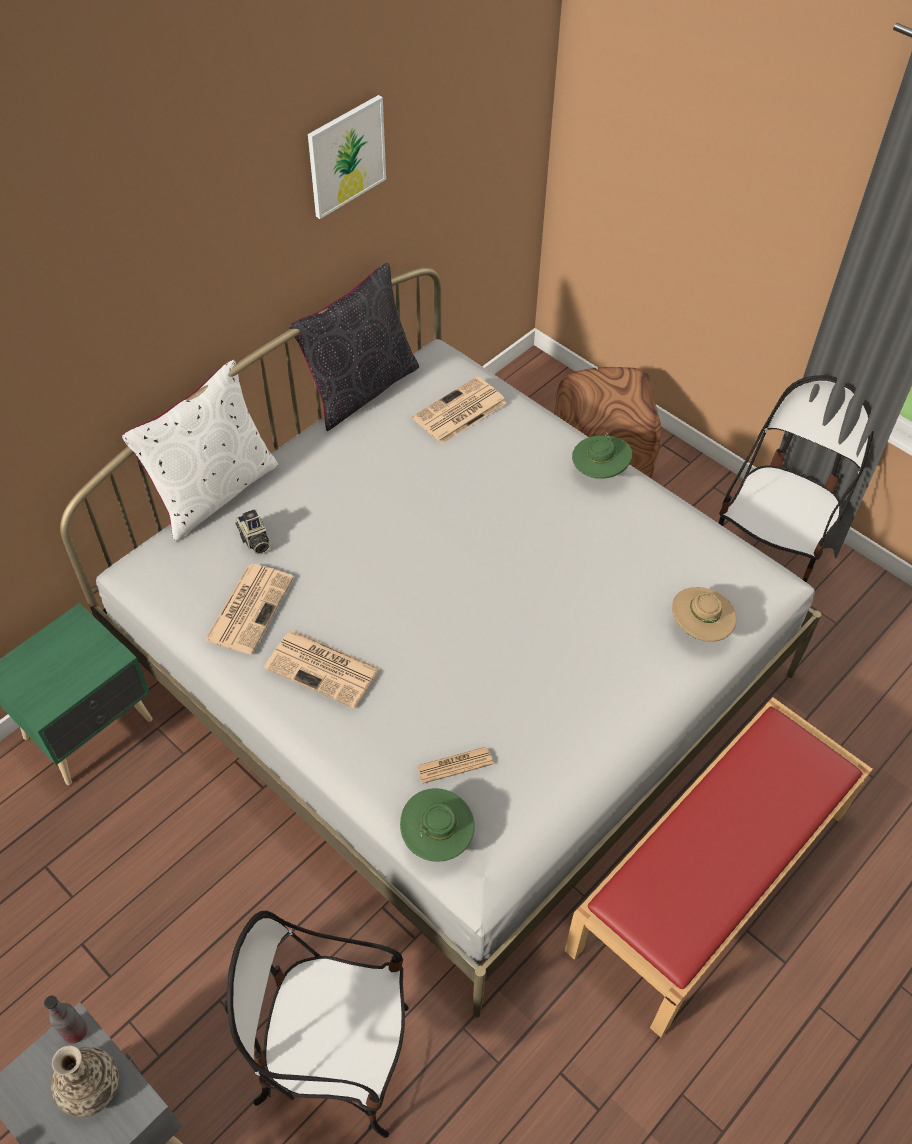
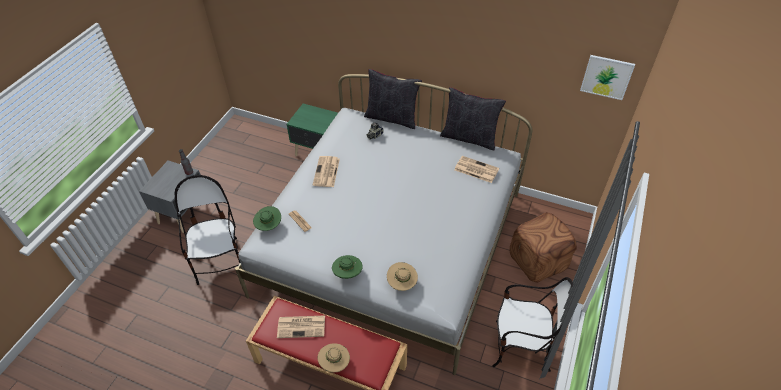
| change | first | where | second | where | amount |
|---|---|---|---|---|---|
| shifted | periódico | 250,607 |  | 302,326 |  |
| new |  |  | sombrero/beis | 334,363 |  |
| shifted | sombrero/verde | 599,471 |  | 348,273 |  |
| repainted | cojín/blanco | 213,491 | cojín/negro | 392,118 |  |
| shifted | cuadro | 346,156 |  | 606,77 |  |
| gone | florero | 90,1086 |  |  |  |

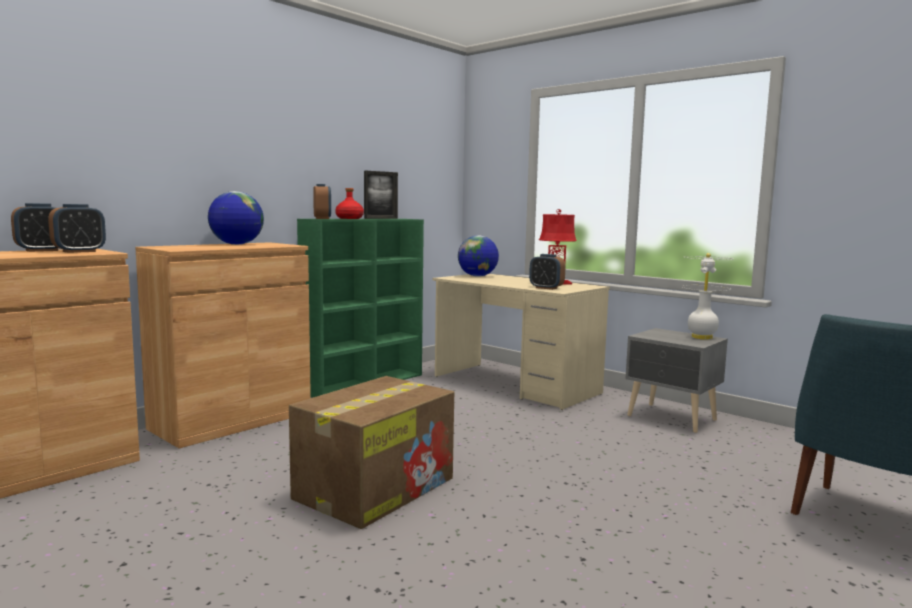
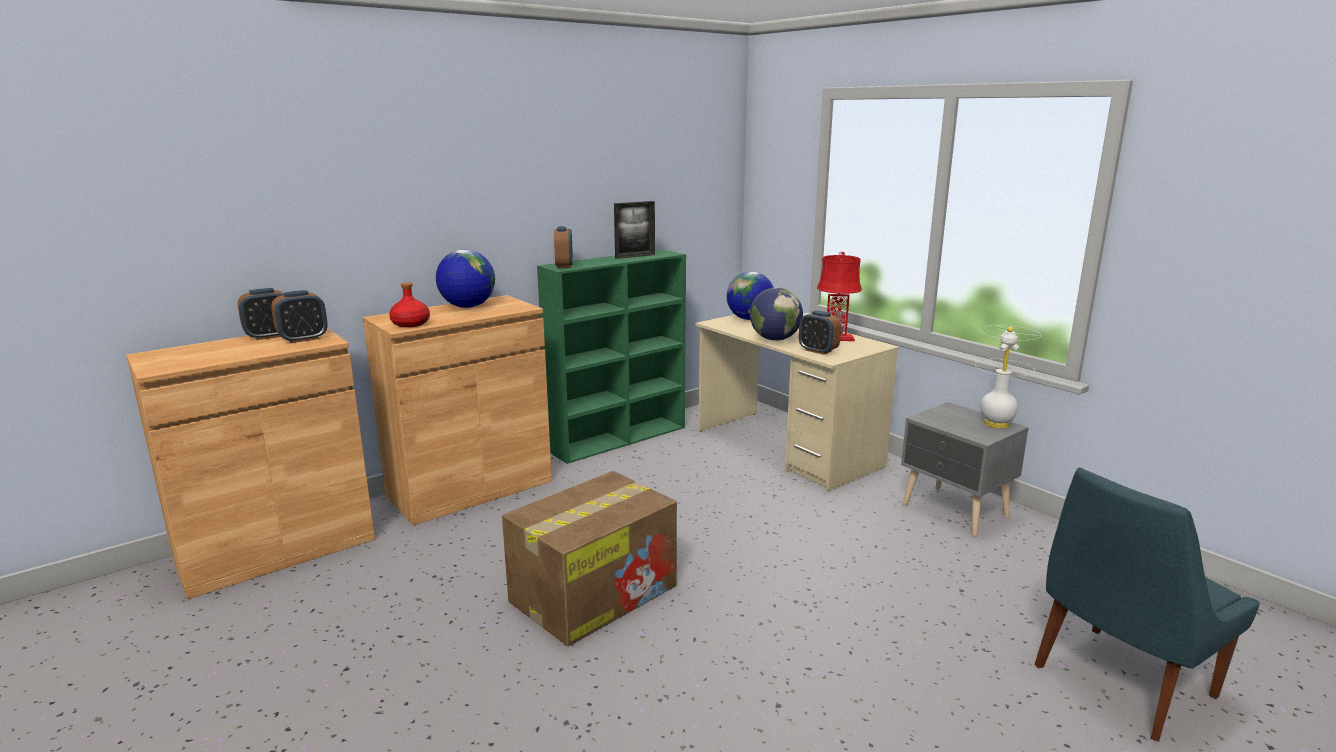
| change | first | where | second | where | amount |
|---|---|---|---|---|---|
| shifted | botella/rojo | 349,218 |  | 410,324 |  |
| new |  |  | globo terráqueo | 775,339 |  |

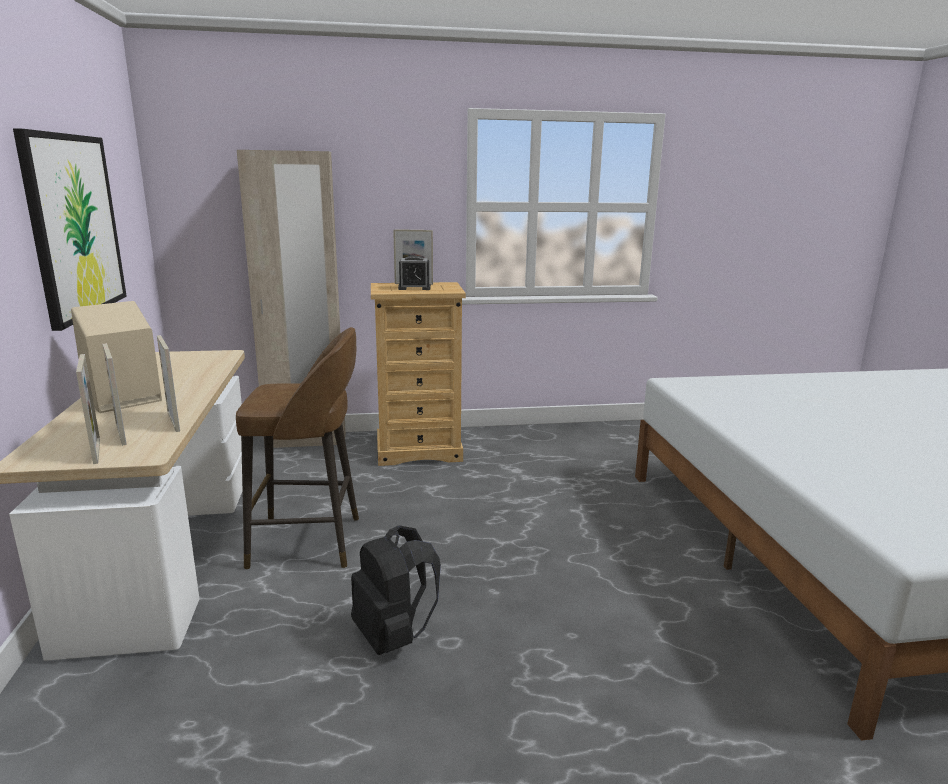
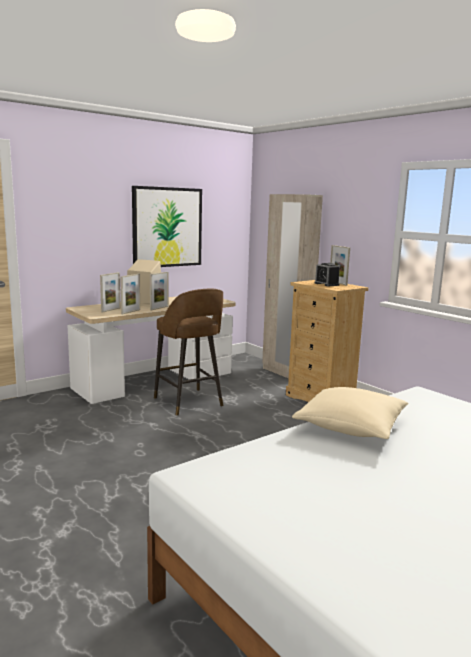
| change | first | where | second | where | amount |
|---|---|---|---|---|---|
| shifted | portarretratos | 96,451 |  | 159,308 |  |
| new |  |  | cojín/beis | 350,427 |  |
| gone | mochila/negro | 393,636 |  |  |  |

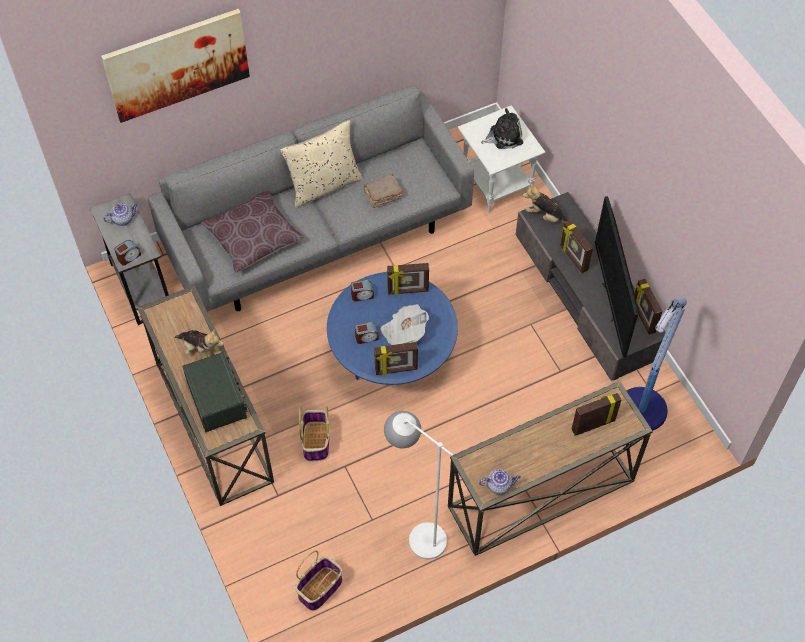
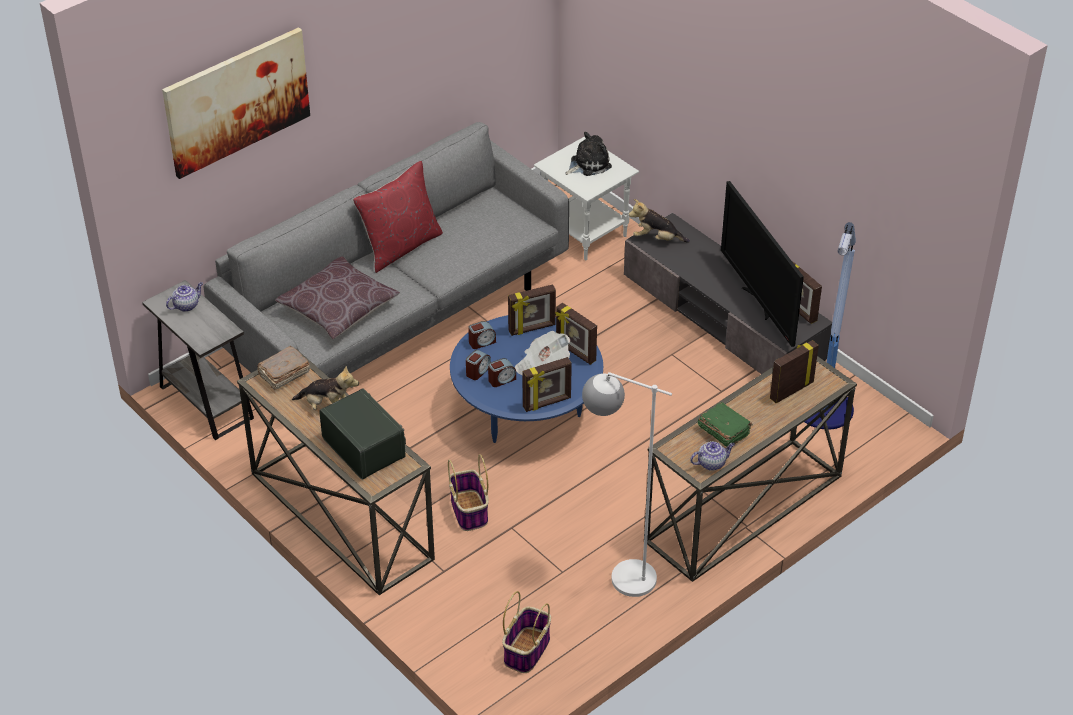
| change | first | where | second | where | amount |
|---|---|---|---|---|---|
| shifted | libro/marrón | 382,195 |  | 283,375 |  |
| repainted | cojín/beis | 324,185 | cojín/rojo | 400,246 |  |
| shifted | despertador | 129,257 |  | 478,371 |  |
| shifted | portarretratos | 573,258 |  | 575,352 |  |
| new |  |  | libro/verde | 723,431 |  |

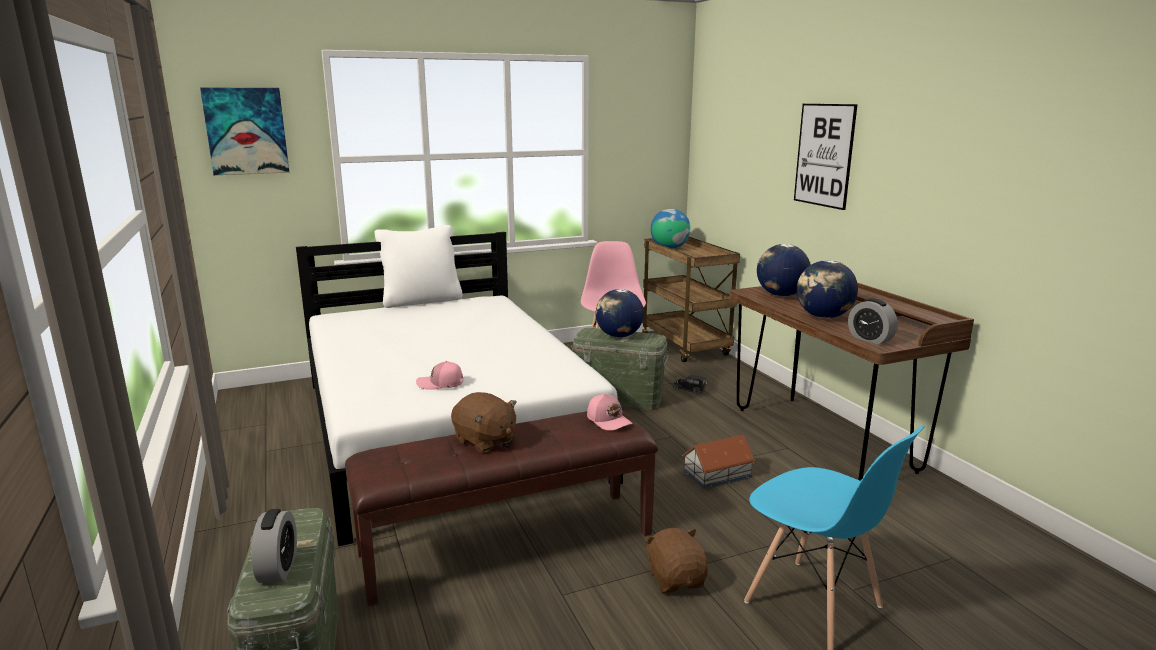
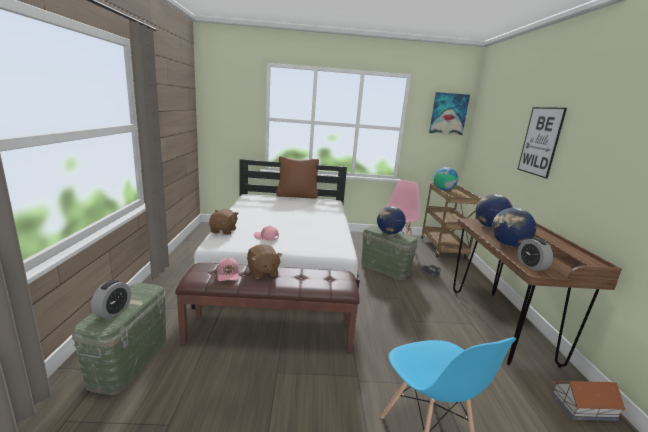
| change | first | where | second | where | amount |
|---|---|---|---|---|---|
| shifted | peluche/marrón | 676,579 |  | 224,231 |  |
| shifted | gorra/rosa | 609,420 |  | 228,275 |  |
| repainted | cojín/blanco | 421,301 | cojín/marrón | 297,196 |  |
| shifted | cuadro | 246,131 |  | 448,114 |  |
| shifted | casita | 718,474 |  | 584,407 |  |

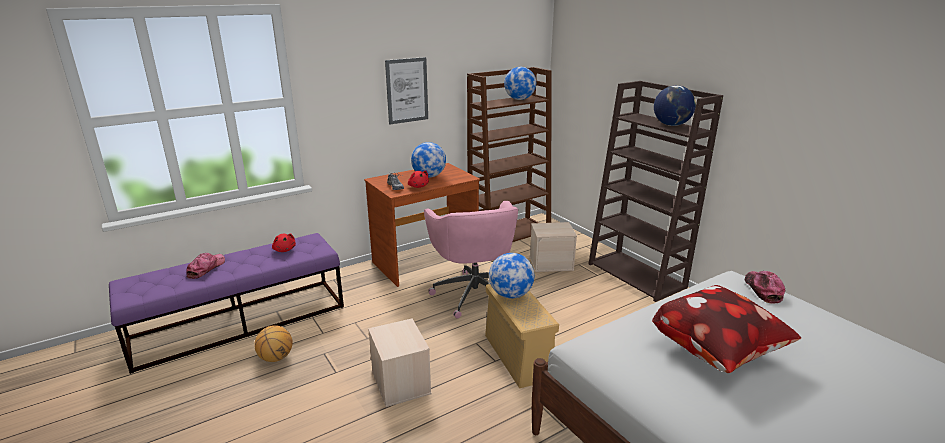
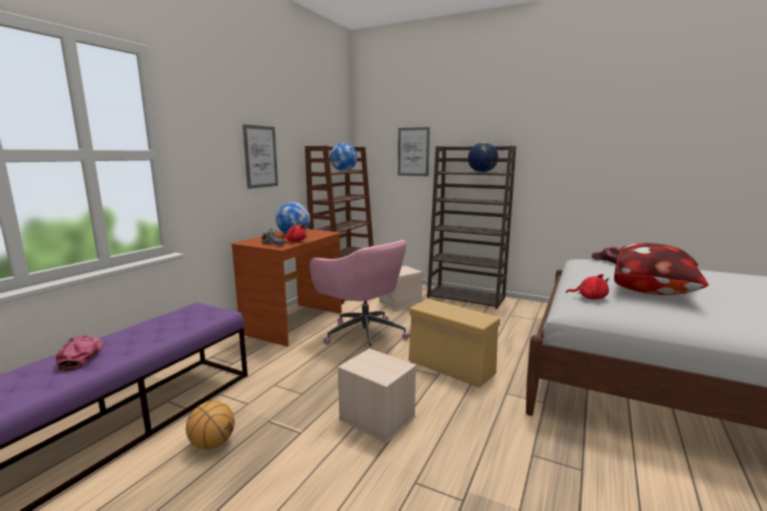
| change | first | where | second | where | amount |
|---|---|---|---|---|---|
| new |  |  | cuadro | 413,152 |  |
| shifted | peluche/rojo | 284,250 |  | 589,298 |  |
| gone | globo terráqueo | 510,295 |  |  |  |

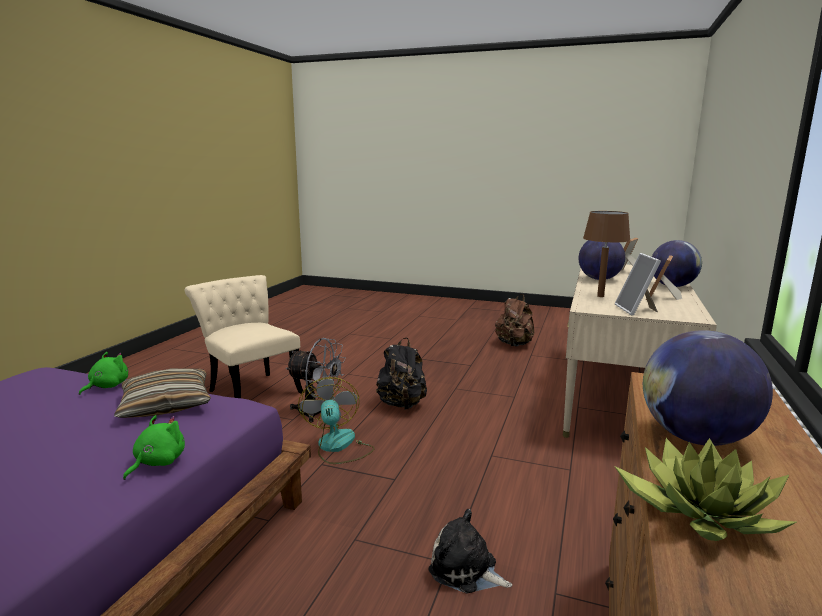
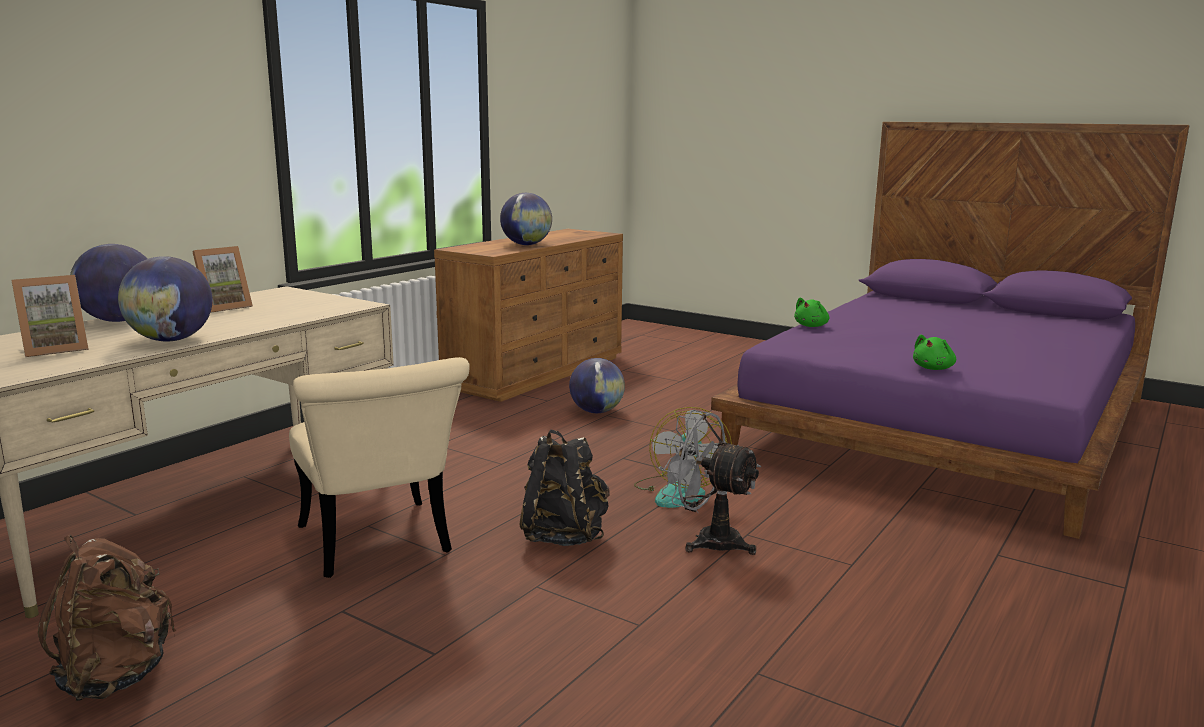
| change | first | where | second | where | amount |
|---|---|---|---|---|---|
| shifted | silla/beis | 250,389 |  | 379,546 |  |
| swapped | peluche | 466,570 | globo terráqueo | 596,411 |  |
| gone | cojín | 166,404 |  |  |  |
| gone | lámpara de mesa/marrón | 600,296 |  |  |  |
| gone | planta en maceta | 698,511 |  |  |  |
| gone | portarretratos | 636,310 |  |  |  |

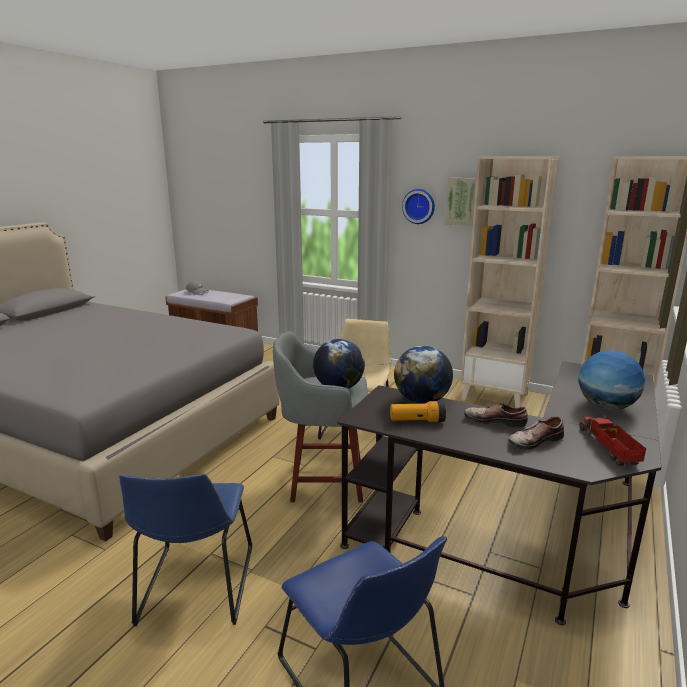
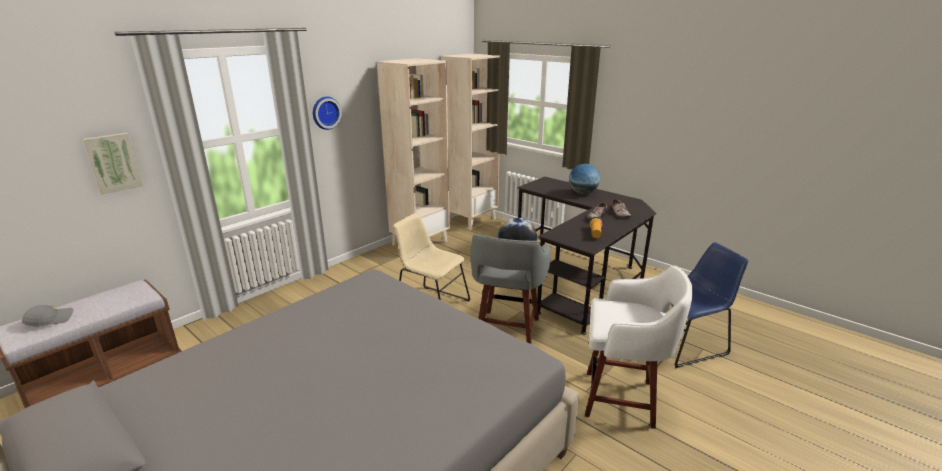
| change | first | where | second | where | amount |
|---|---|---|---|---|---|
| shifted | cuadro | 462,201 |  | 113,162 |  |
| swapped | silla/azul | 196,588 | taburete/blanco | 622,399 |  |
| gone | globo terráqueo | 422,401 |  |  |  |
| gone | camión de juguete | 608,448 |  |  |  |

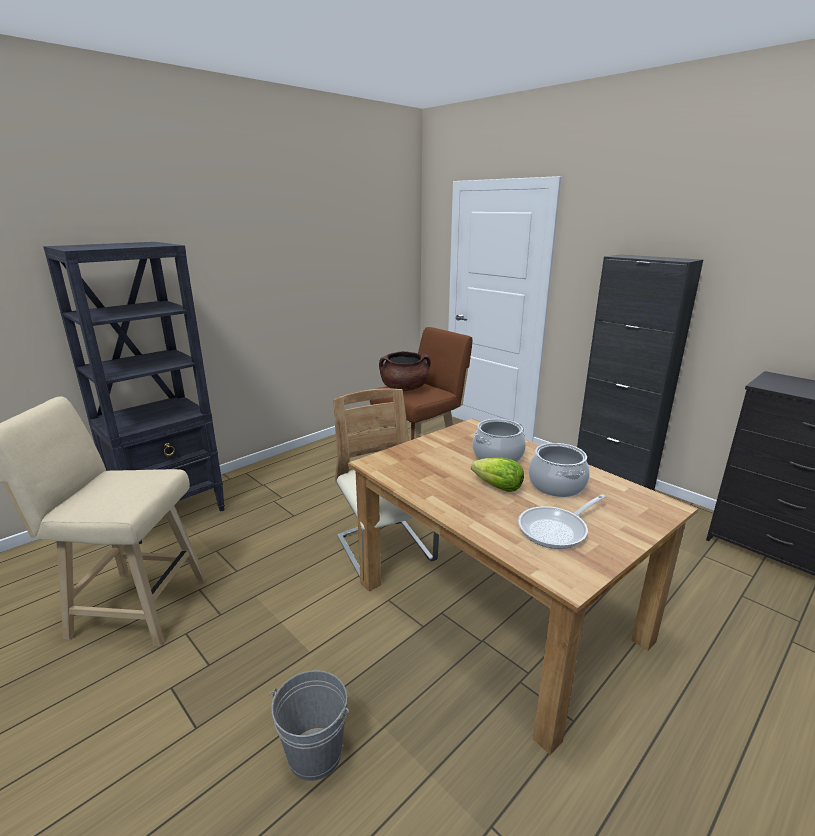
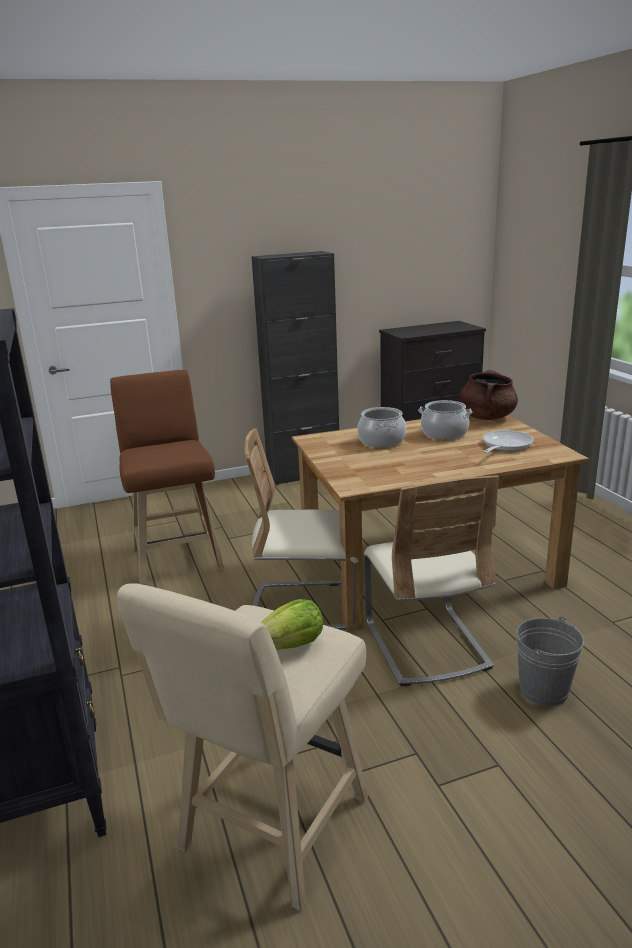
| change | first | where | second | where | amount |
|---|---|---|---|---|---|
| shifted | lechuga | 498,487 |  | 291,646 |  |
| new |  |  | silla/beis | 425,644 |  |
| shifted | olla/marrón | 404,388 |  | 487,417 |  |
| rotated | sartén | 557,529 |  | 504,445 | 135 degrees counterclockwise |

